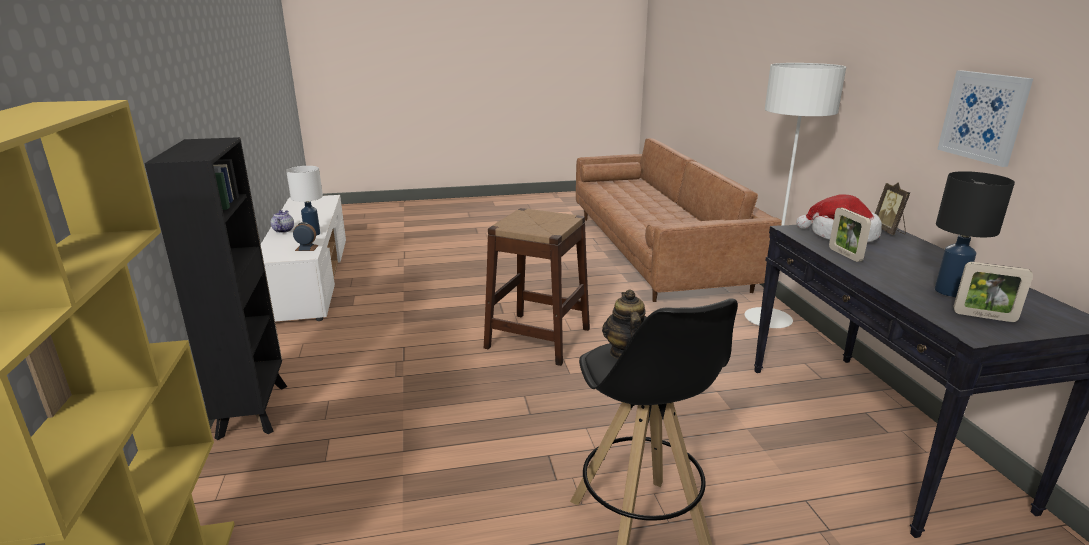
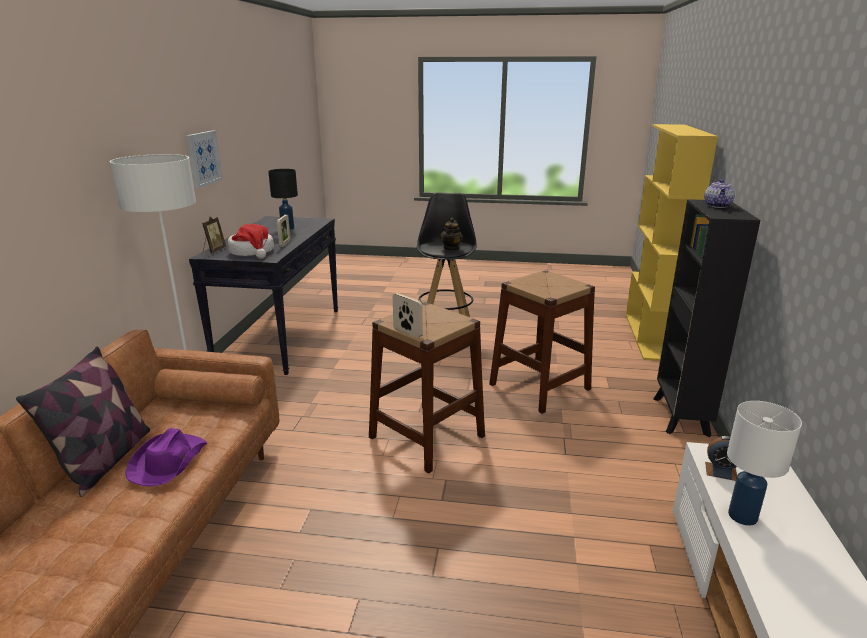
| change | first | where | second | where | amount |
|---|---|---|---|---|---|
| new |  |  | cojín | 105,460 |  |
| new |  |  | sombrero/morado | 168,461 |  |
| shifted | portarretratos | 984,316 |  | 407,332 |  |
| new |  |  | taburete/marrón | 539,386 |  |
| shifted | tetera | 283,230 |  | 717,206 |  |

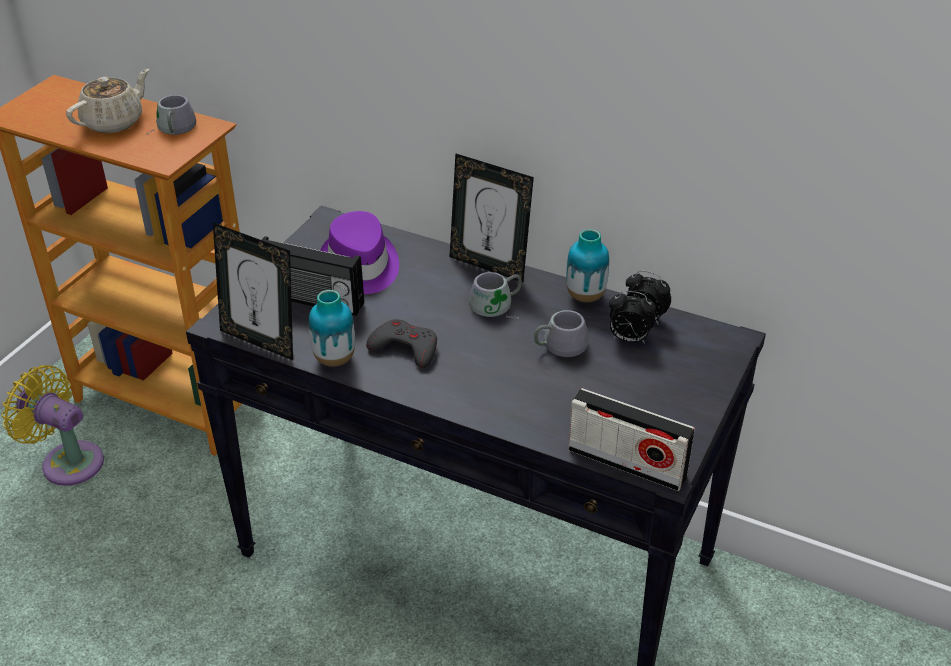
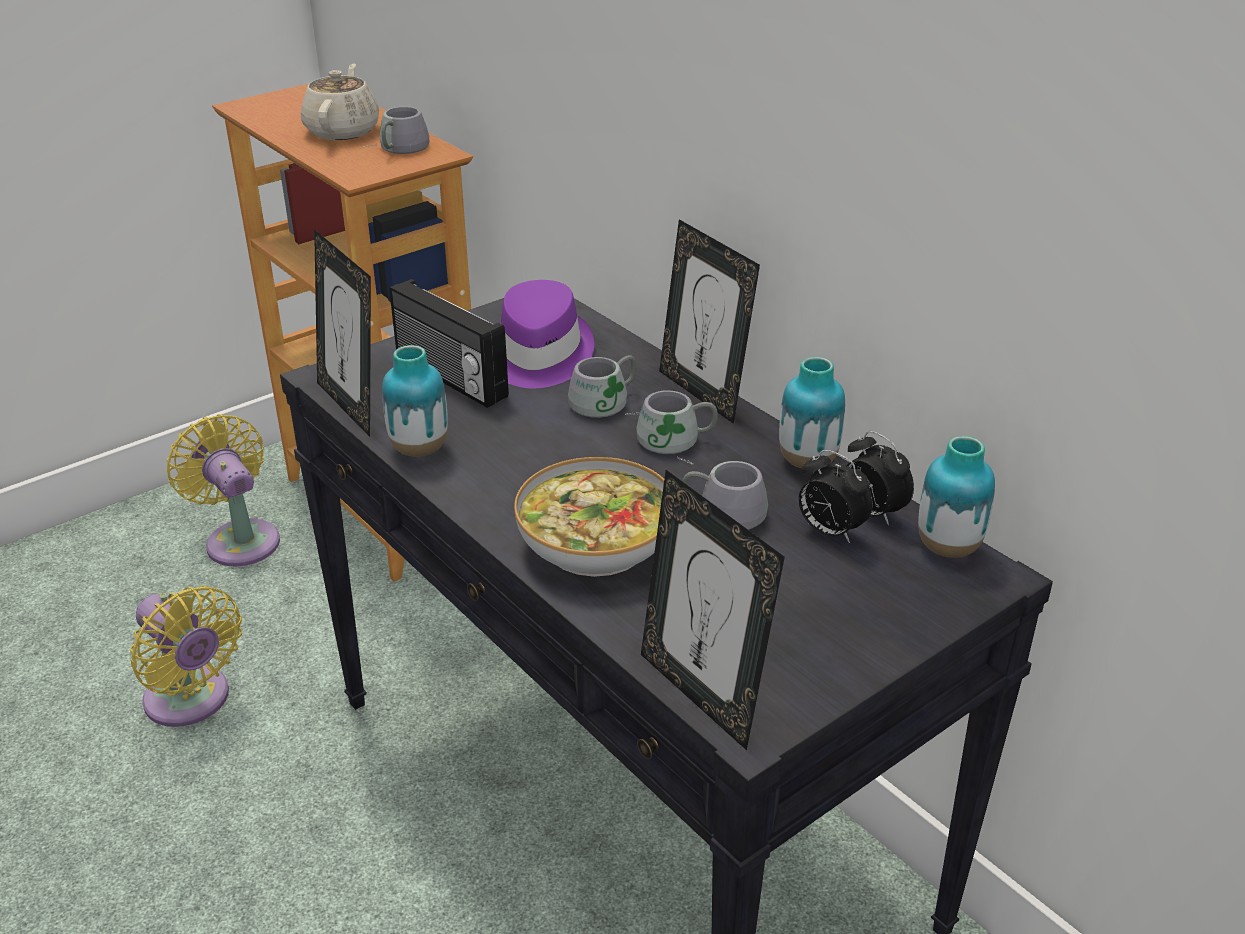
| change | first | where | second | where | amount |
|---|---|---|---|---|---|
| new |  |  | ventilador/amarillo | 191,702 |  |
| rotated | tetera/beis | 114,122 |  | 343,130 | 60 degrees counterclockwise |
| new |  |  | cuenco | 596,543 |  |
| new |  |  | taza grande/gris | 608,404 |  |
| swapped | radio | 626,463 | portarretratos | 702,694 |  |
| new |  |  | florero | 948,547 |  |
| gone | mando de consola/gris | 405,348 |  |  |  |

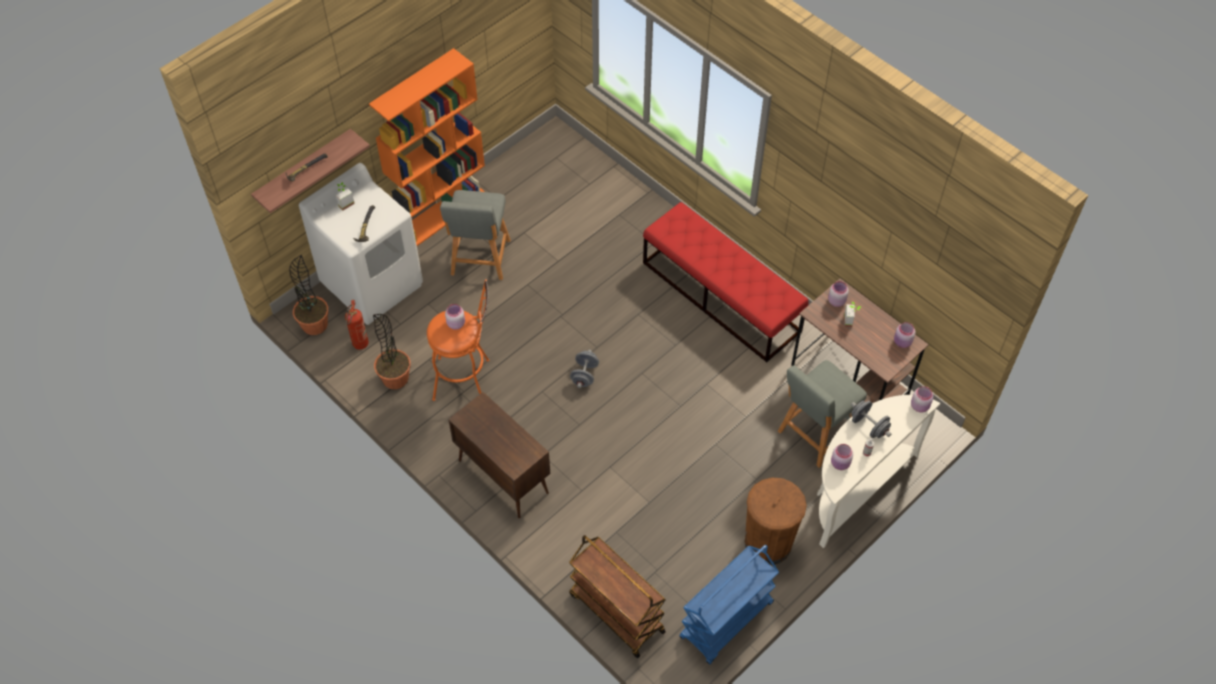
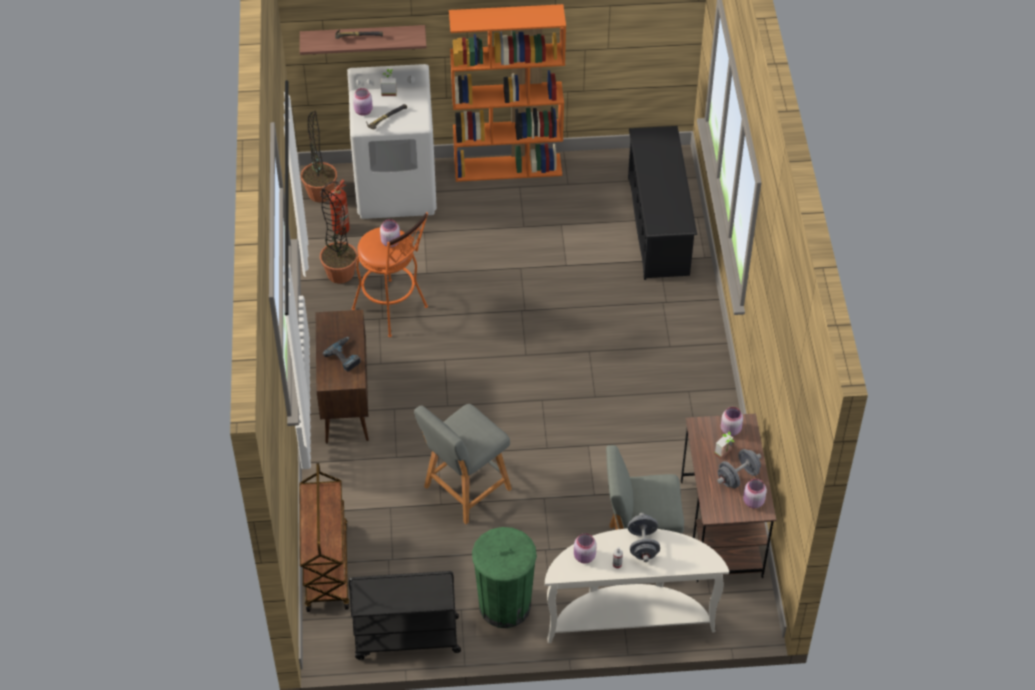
| change | first | where | second | where | amount |
|---|---|---|---|---|---|
| new |  |  | taladro | 345,356 |  |
| repainted | carrito/azul | 726,621 | carrito/negro | 406,638 |  |
| shifted | tarro/rosa | 920,406 |  | 364,111 |  |
| shifted | taburete/gris | 480,260 |  | 464,490 |  |
| repainted | papelera/marrón | 768,543 | papelera/verde | 504,605 |  |
| new |  |  | zapatero/negro | 658,226 |  |
| shifted | mancuerna/gris | 584,375 |  | 738,477 |  |
| gone | banco/rojo | 721,297 |  |  |  |

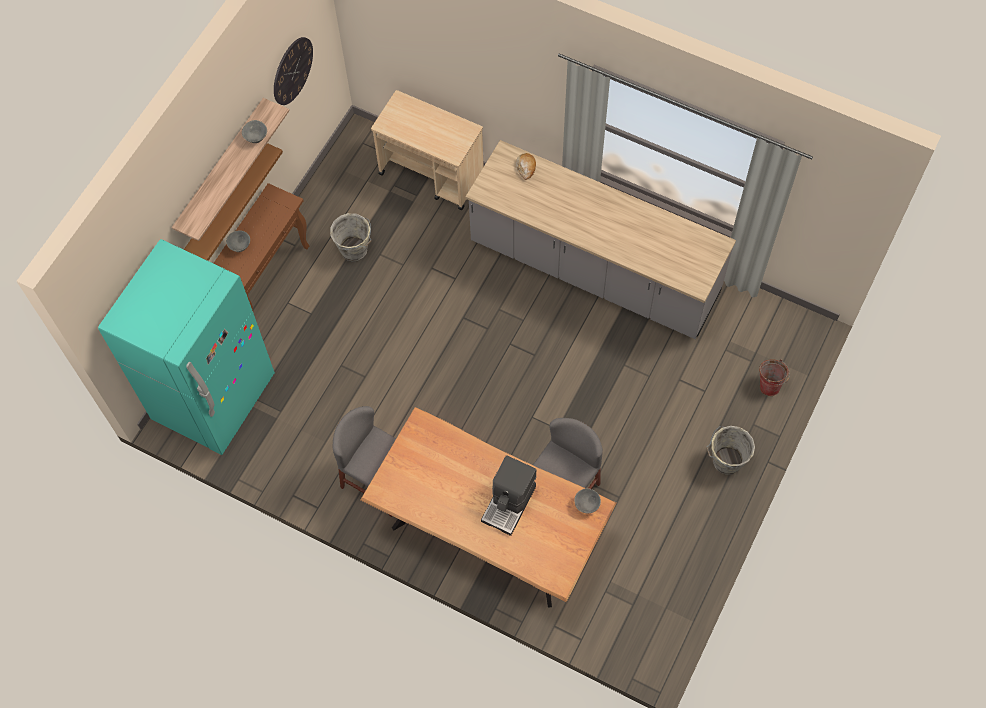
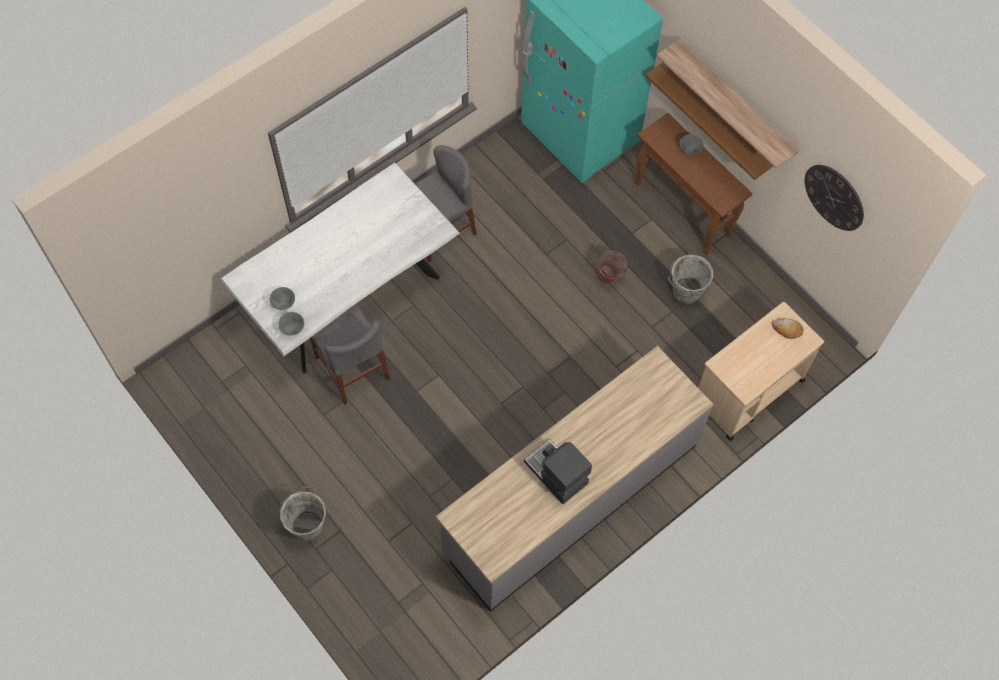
| change | first | where | second | where | amount |
|---|---|---|---|---|---|
| repainted | mesa de comedor/marrón | 489,531 | mesa de comedor/blanco | 348,297 |  |
| shifted | cuenco/gris | 255,137 |  | 284,303 |  |
| shifted | cafetera | 509,504 |  | 555,473 |  |
| shifted | cubo | 770,384 |  | 610,278 |  |
| shifted | pan | 526,167 |  | 787,329 |  |

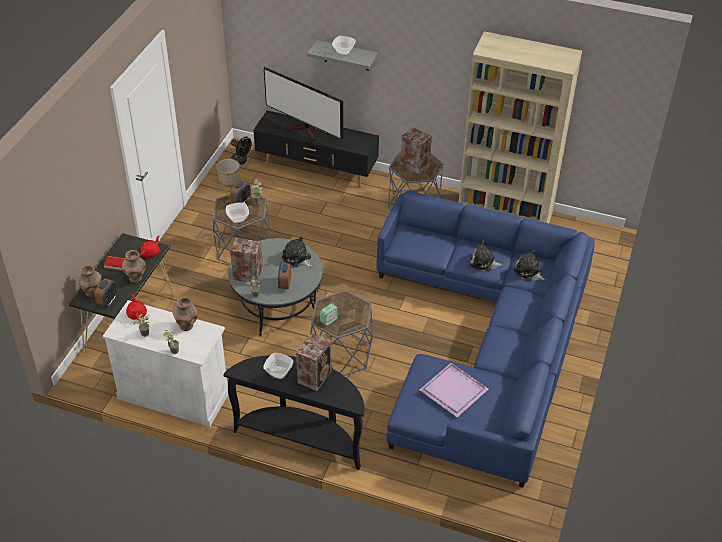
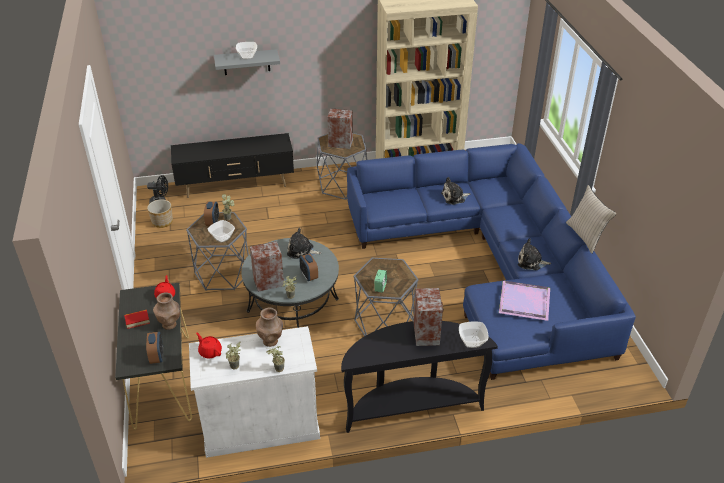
| change | first | where | second | where | amount |
|---|---|---|---|---|---|
| shifted | cuenco | 278,372 |  | 471,341 |  |
| shifted | peluche | 529,272 |  | 531,262 |  |
| new |  |  | cojín/beis | 585,236 |  |
| gone | florero/marrón | 92,293 |  |  |  |
| gone | televisor | 305,131 |  |  |  |

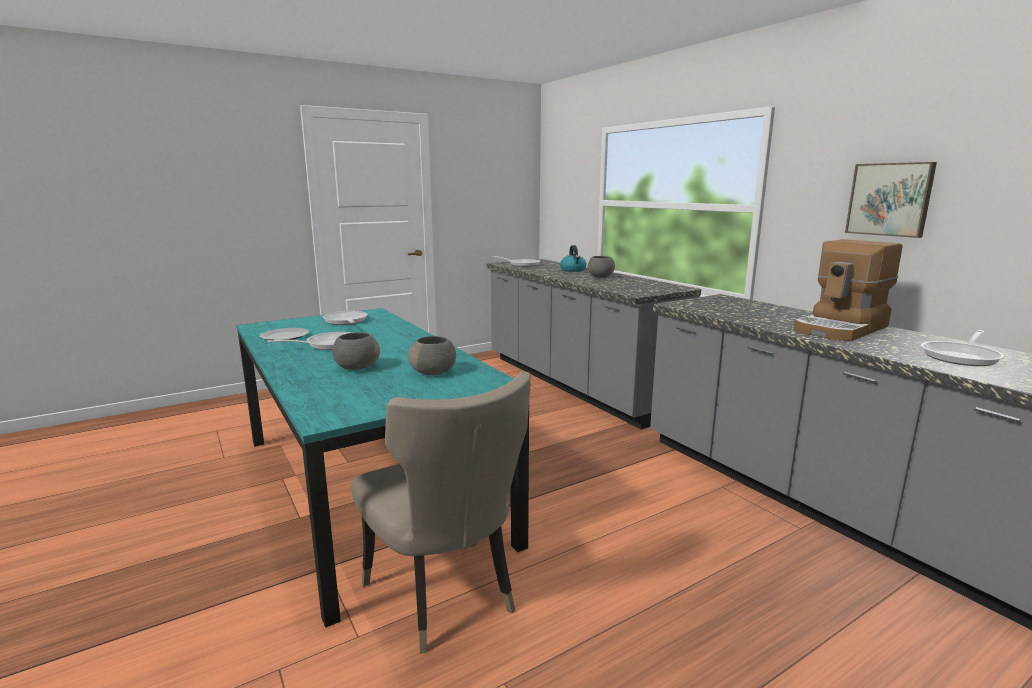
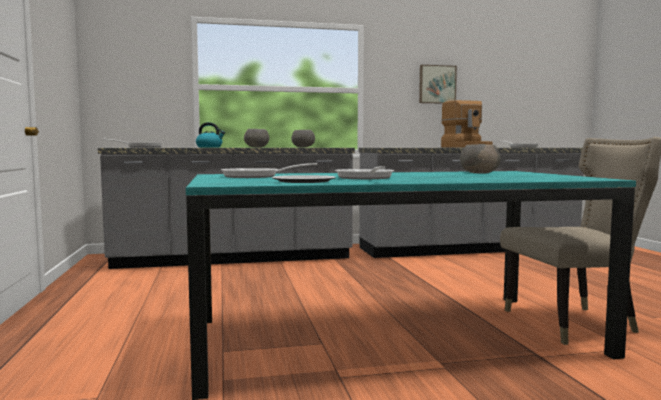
| change | first | where | second | where | amount |
|---|---|---|---|---|---|
| shifted | cuenco/gris | 356,367 |  | 302,147 |  |

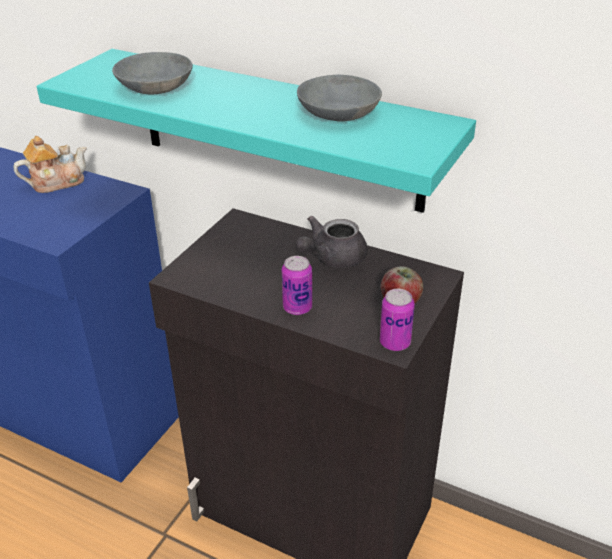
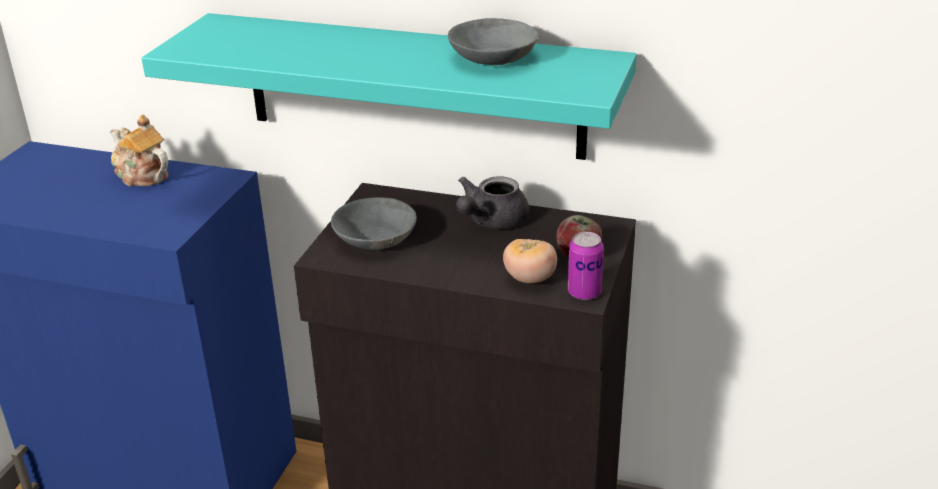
| change | first | where | second | where | amount |
|---|---|---|---|---|---|
| rotated | tetera | 56,182 |  | 142,176 | 105 degrees counterclockwise |
| shifted | cuenco/gris | 153,87 |  | 373,239 |  |
| new |  |  | tomate | 529,279 |  |
| gone | lata | 297,308 |  |  |  |

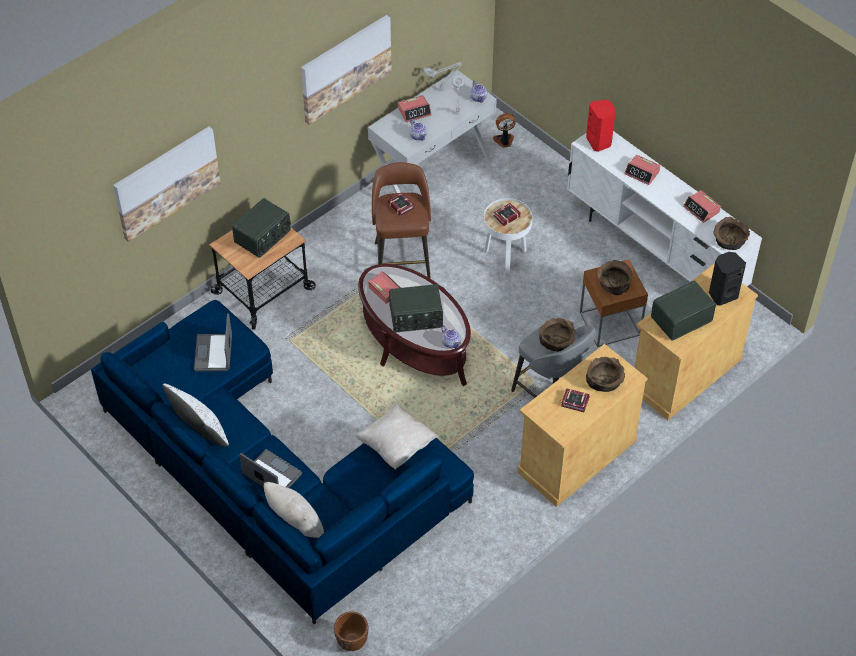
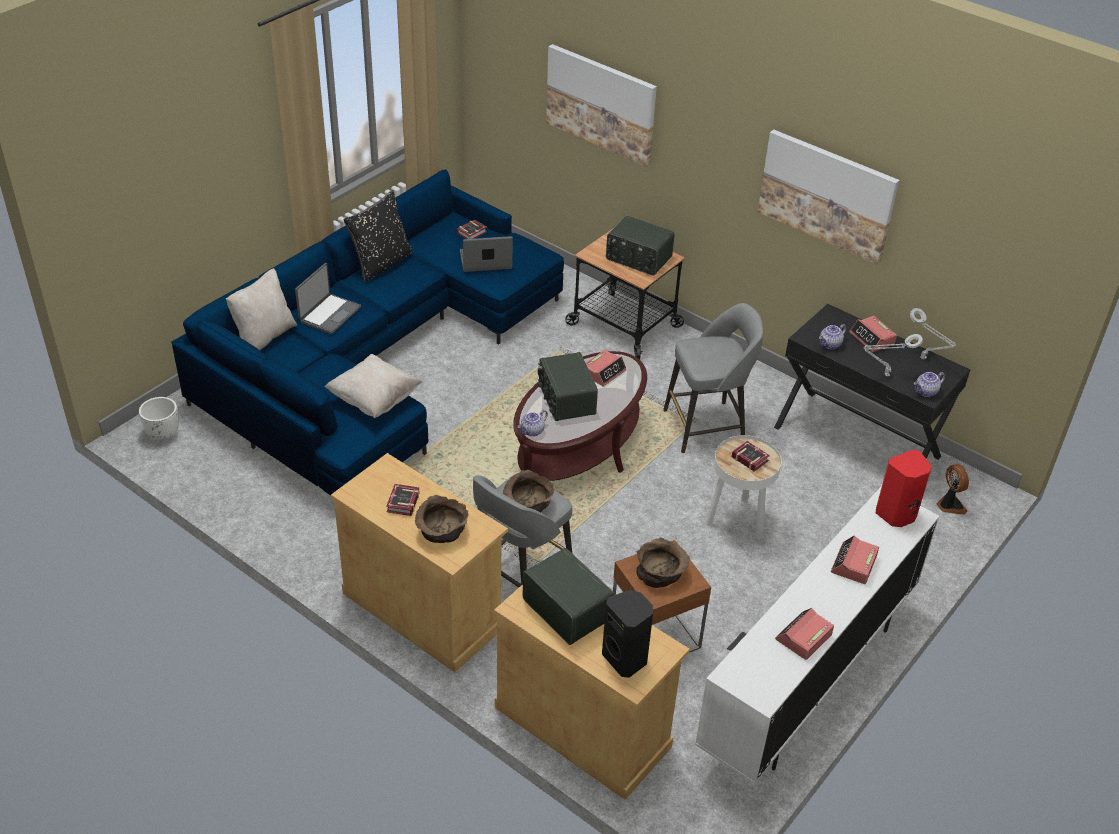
| change | first | where | second | where | amount |
|---|---|---|---|---|---|
| repainted | maceta/marrón | 351,641 | maceta/blanco | 163,434 |  |
| repainted | cojín/blanco | 200,432 | cojín/negro | 382,263 |  |
| shifted | libro | 400,205 |  | 473,232 |  |
| repainted | taburete/marrón | 402,258 | taburete/gris | 706,427 |  |
| repainted | mesa consola/blanco | 432,174 | mesa consola/negro | 857,441 |  |
| gone | cuenco/marrón | 729,241 |  |  |  |

